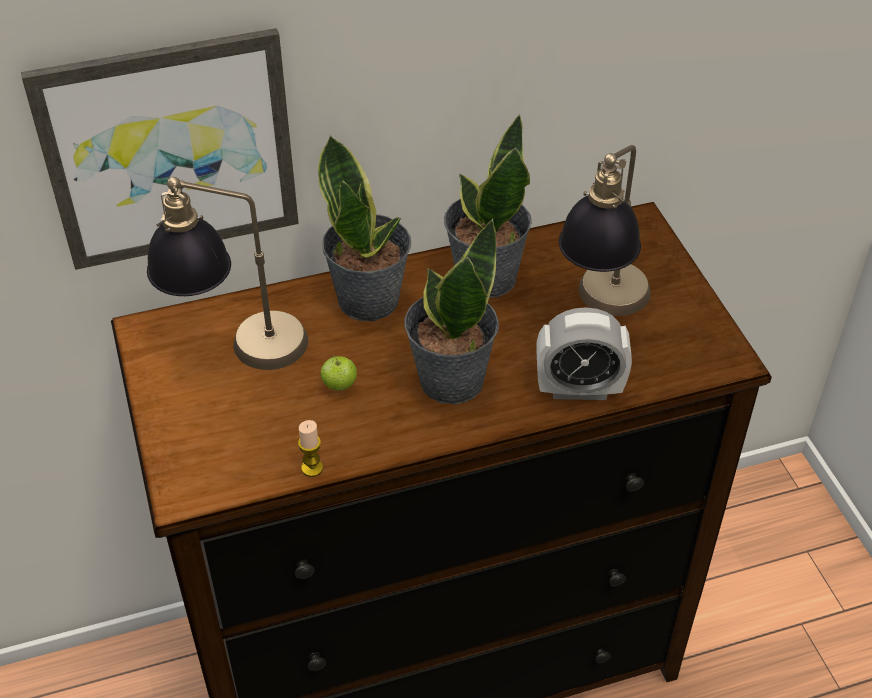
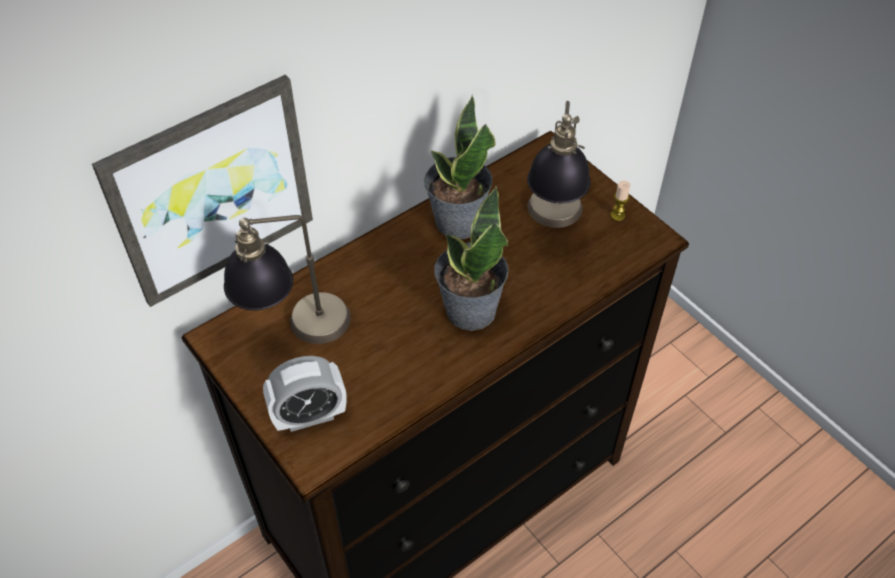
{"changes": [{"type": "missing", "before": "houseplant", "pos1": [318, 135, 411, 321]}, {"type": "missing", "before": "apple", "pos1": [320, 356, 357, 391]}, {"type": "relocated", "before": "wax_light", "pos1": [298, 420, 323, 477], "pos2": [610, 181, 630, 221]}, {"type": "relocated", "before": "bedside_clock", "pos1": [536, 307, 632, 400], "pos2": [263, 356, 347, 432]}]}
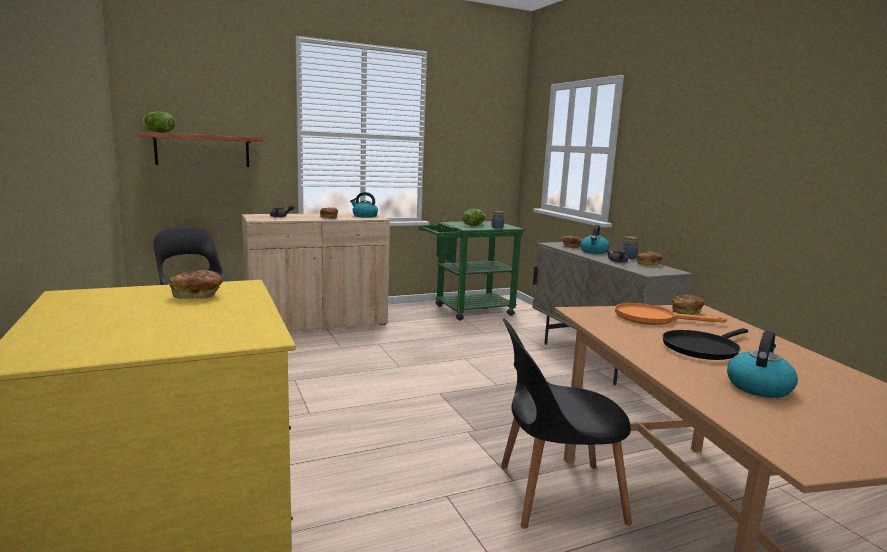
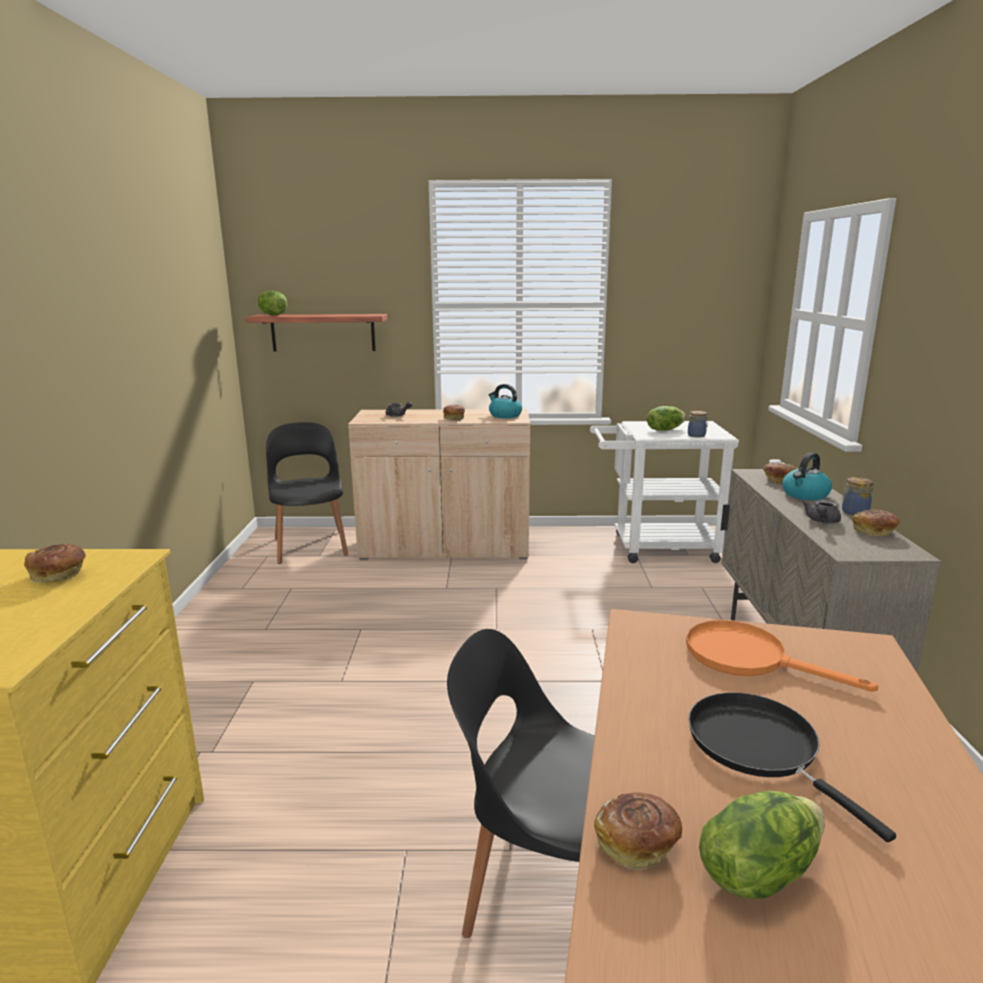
{"changes": [{"type": "relocated", "before": "bakery_bread", "pos1": [672, 295, 704, 315], "pos2": [594, 792, 682, 870]}, {"type": "exchanged", "before": "kettle", "after": "lettuce_head", "pos1": [727, 330, 798, 398], "pos2": [699, 791, 825, 898]}, {"type": "colour", "before": "green_trolley", "after": "whitish_trolley", "pos1": [419, 221, 524, 321], "pos2": [590, 421, 739, 563]}, {"type": "spun", "before": "black_pan", "pos1": [662, 328, 748, 360], "pos2": [688, 692, 896, 842], "turn": 75}]}
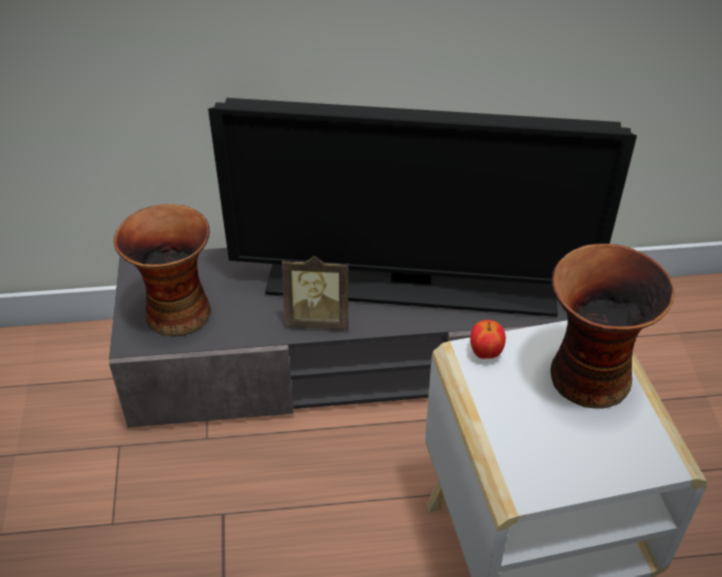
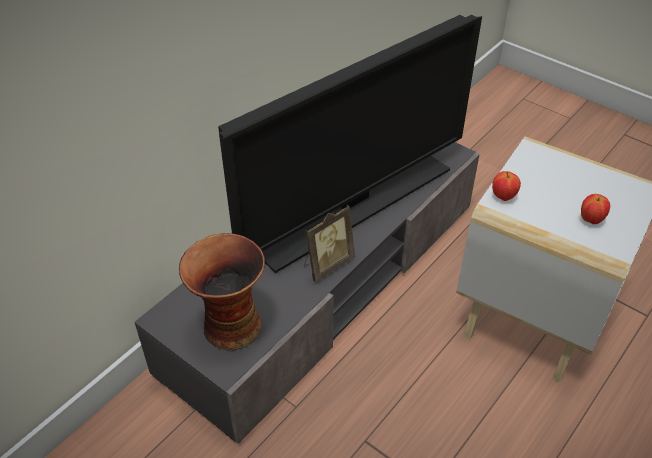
{"changes": [{"type": "missing", "before": "flower_vase", "pos1": [550, 243, 674, 409]}, {"type": "appeared", "after": "apple", "pos2": [581, 194, 610, 224]}]}
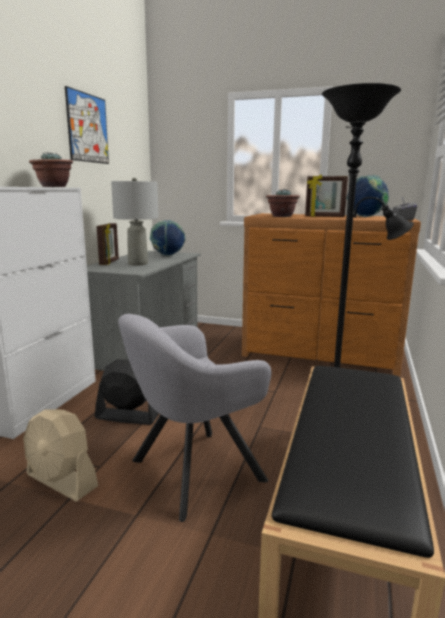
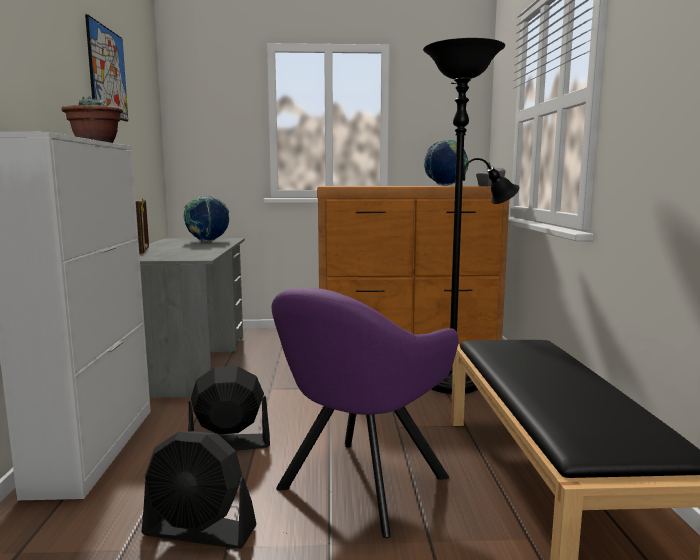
{"changes": [{"type": "missing", "before": "grey_table_lamp", "pos1": [111, 178, 158, 265]}, {"type": "missing", "before": "houseplant", "pos1": [266, 189, 300, 217]}, {"type": "missing", "before": "picture_frame", "pos1": [305, 175, 348, 217]}, {"type": "colour", "before": "beige-coloured_fan", "after": "black_fan", "pos1": [23, 409, 98, 502], "pos2": [141, 431, 257, 549]}, {"type": "colour", "before": "grey_lounge_chair", "after": "purple_lounge_chair", "pos1": [118, 314, 272, 522], "pos2": [272, 288, 458, 538]}]}
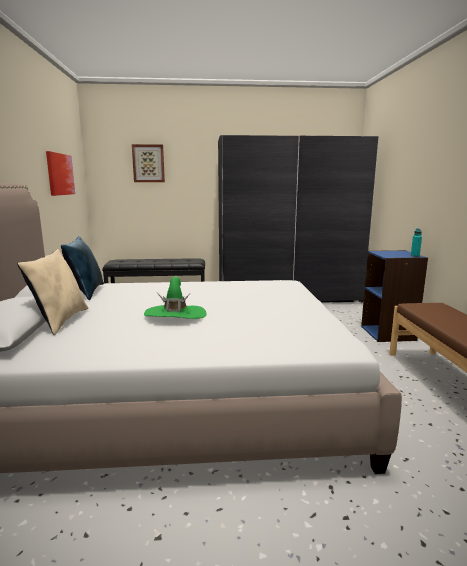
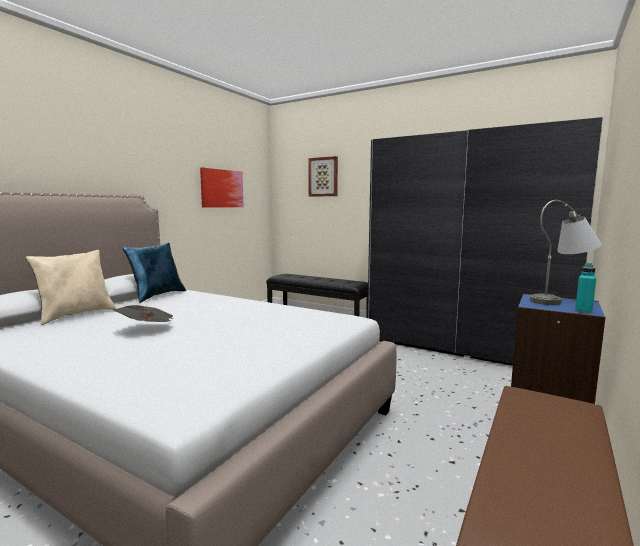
{"changes": [{"type": "appeared", "after": "grey_table_lamp", "pos2": [530, 200, 602, 305]}, {"type": "exchanged", "before": "green_clothing_hat", "after": "newspaper", "pos1": [144, 277, 206, 319], "pos2": [113, 305, 174, 322]}]}
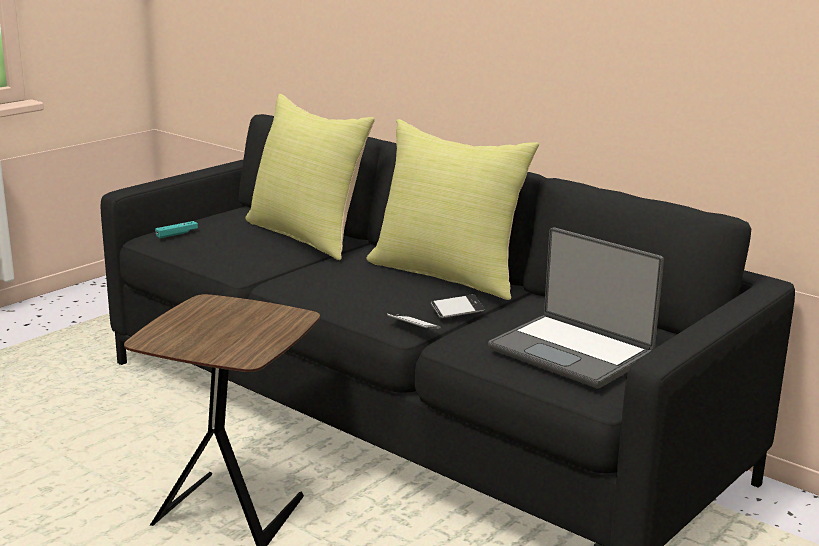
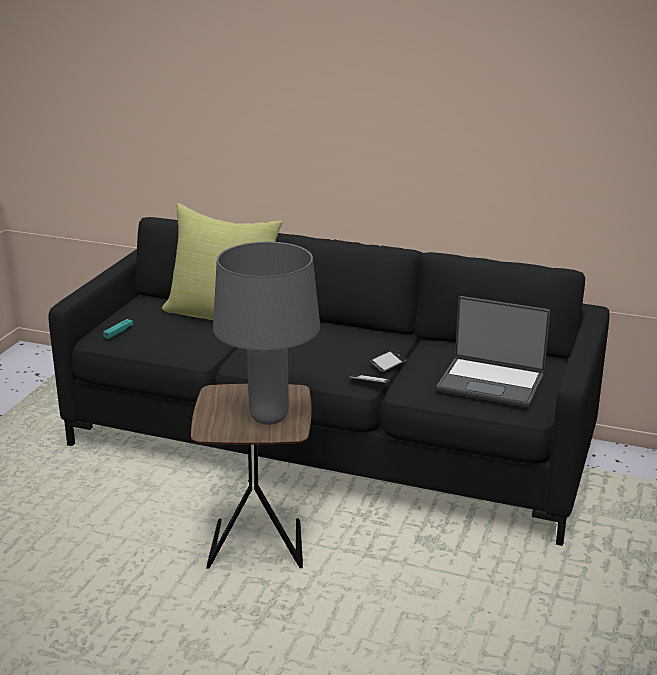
{"changes": [{"type": "missing", "before": "yellow_pillow", "pos1": [367, 119, 539, 300]}, {"type": "appeared", "after": "grey_table_lamp", "pos2": [213, 242, 320, 425]}]}
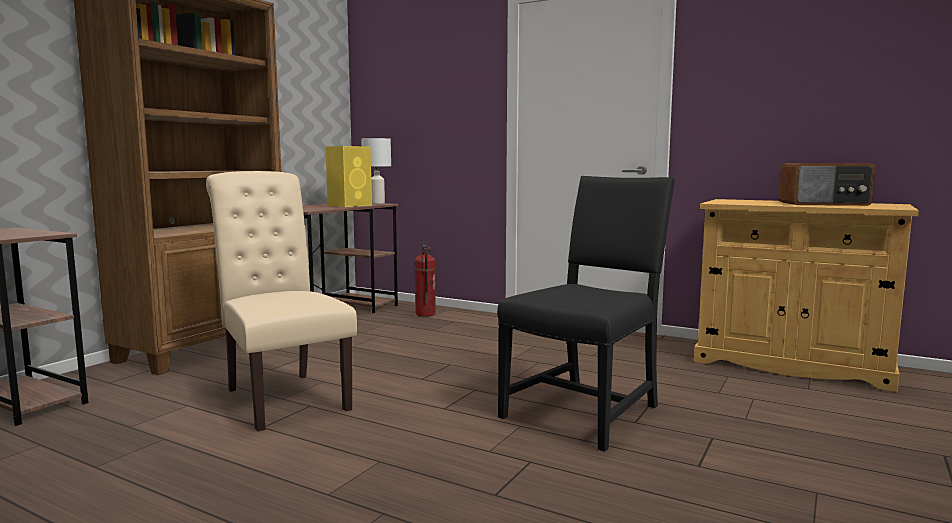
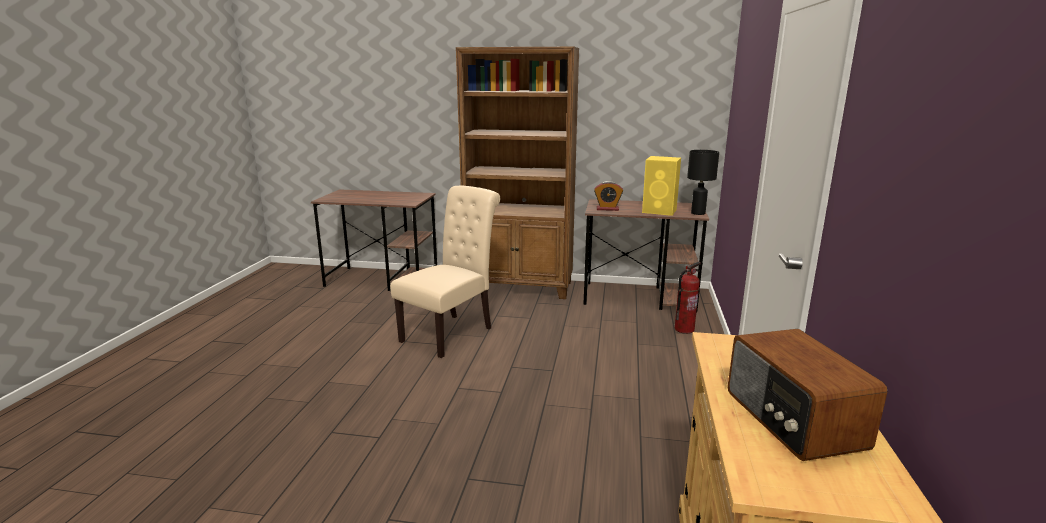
{"changes": [{"type": "missing", "before": "black_chair", "pos1": [497, 176, 675, 452]}, {"type": "appeared", "after": "bedside_clock", "pos2": [594, 181, 623, 211]}, {"type": "colour", "before": "whitish_table_lamp", "after": "black_table_lamp", "pos1": [361, 138, 391, 204], "pos2": [687, 150, 719, 215]}]}
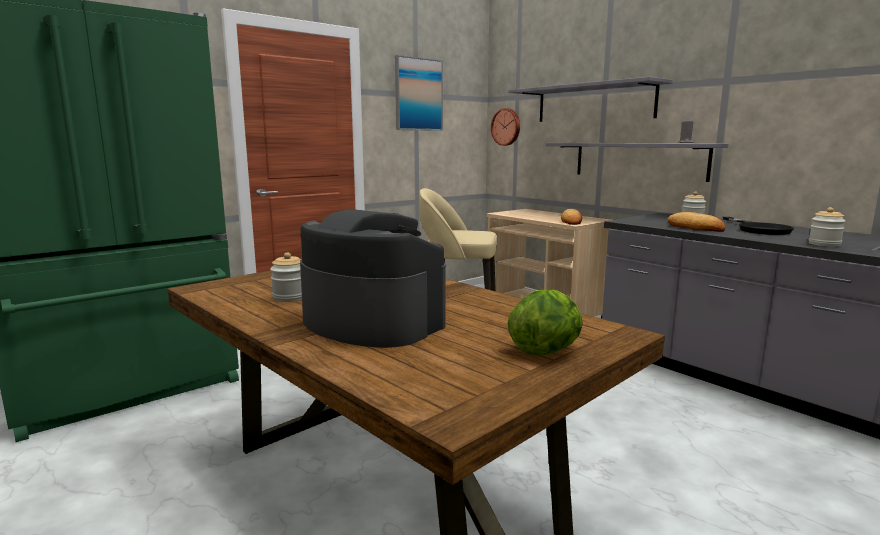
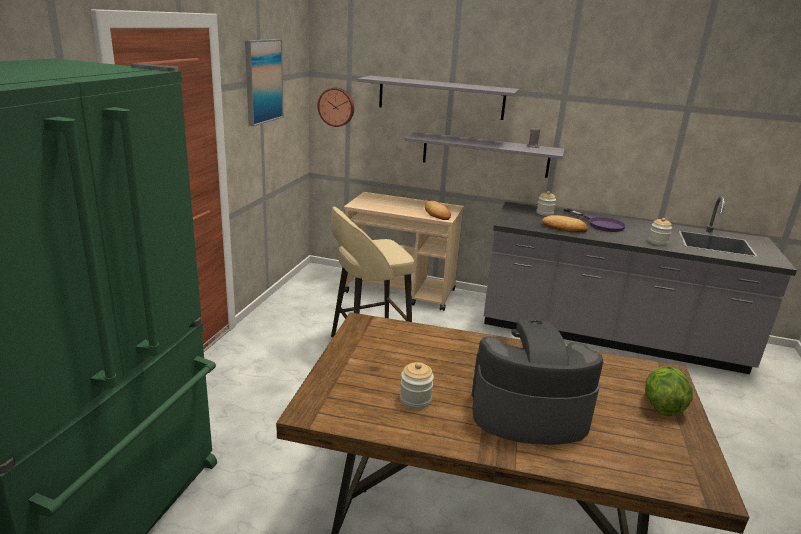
{"changes": [{"type": "colour", "before": "black_pan", "after": "purple_pan", "pos1": [723, 217, 794, 235], "pos2": [564, 208, 626, 232]}]}
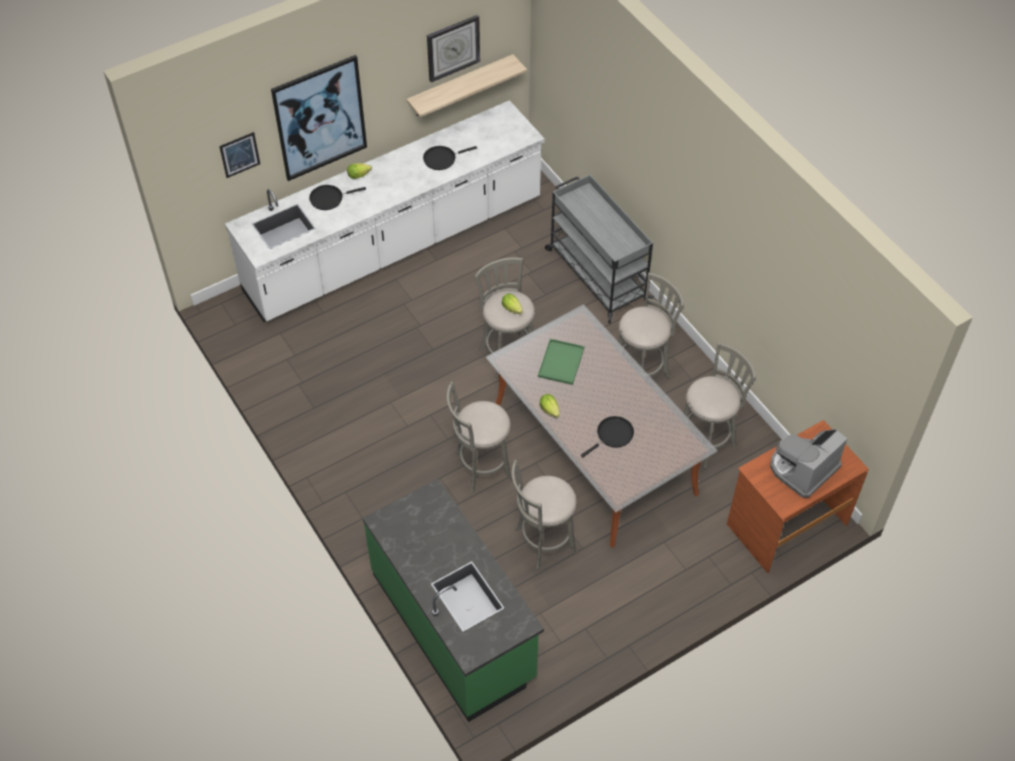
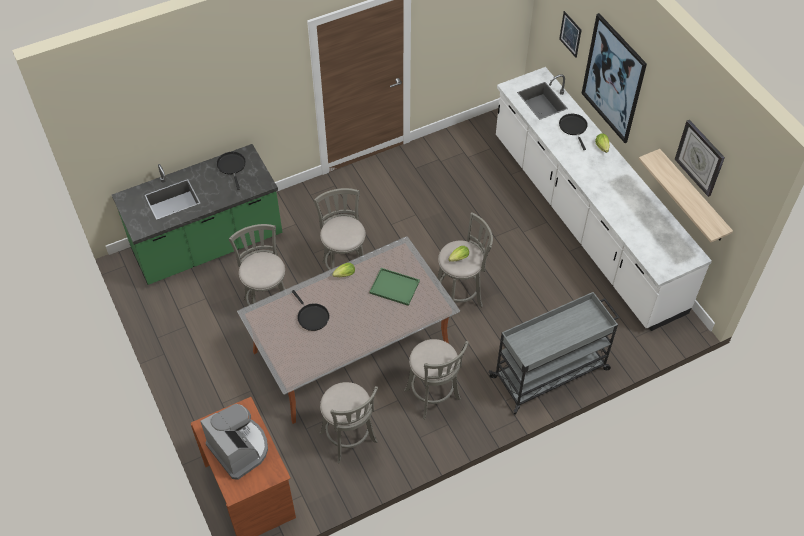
{"changes": [{"type": "relocated", "before": "black_pan", "pos1": [423, 146, 477, 170], "pos2": [216, 152, 246, 190]}]}
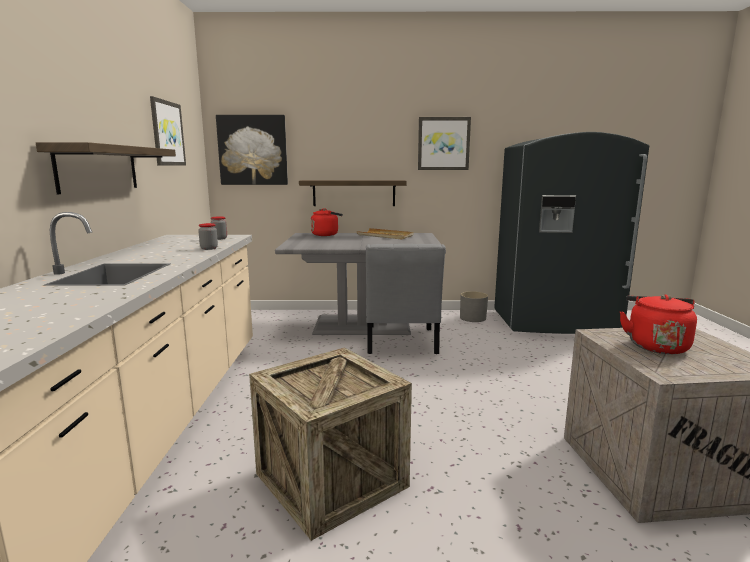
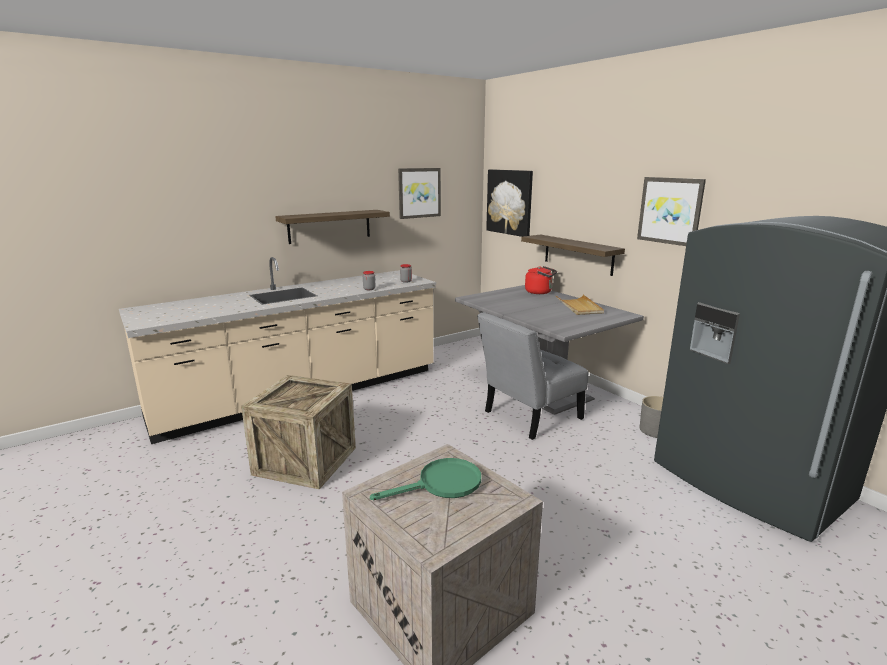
{"changes": [{"type": "exchanged", "before": "reddish_kettle", "after": "green_pan", "pos1": [620, 294, 697, 354], "pos2": [370, 458, 481, 500]}]}
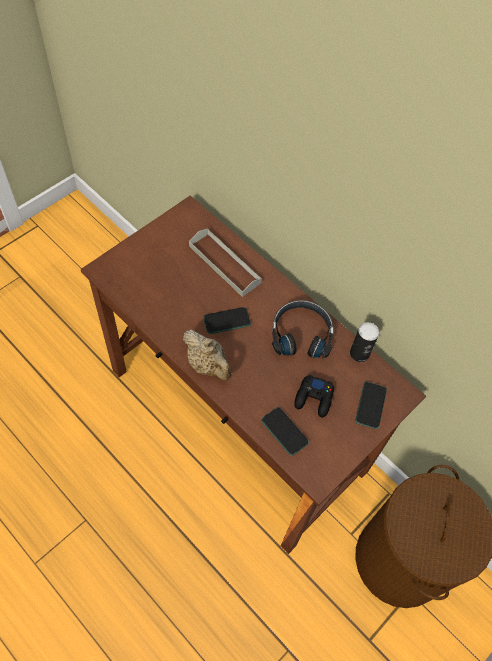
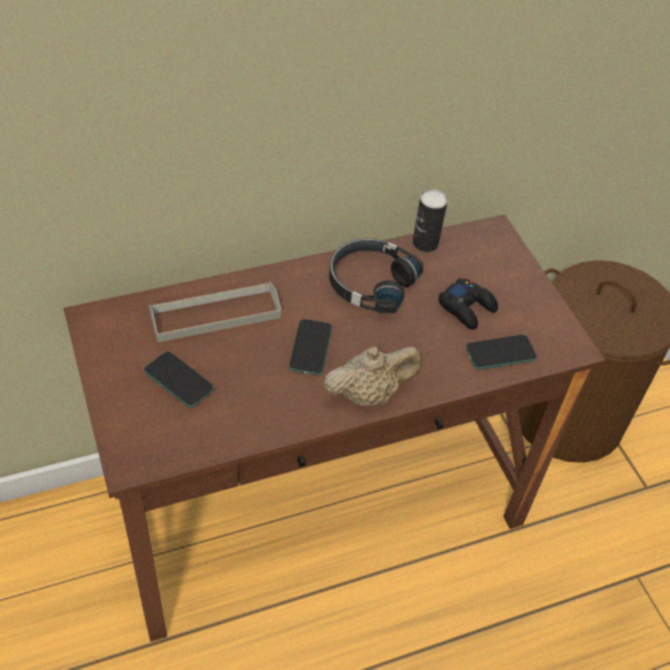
{"changes": [{"type": "relocated", "before": "handset", "pos1": [355, 382, 387, 429], "pos2": [144, 351, 215, 408]}]}
